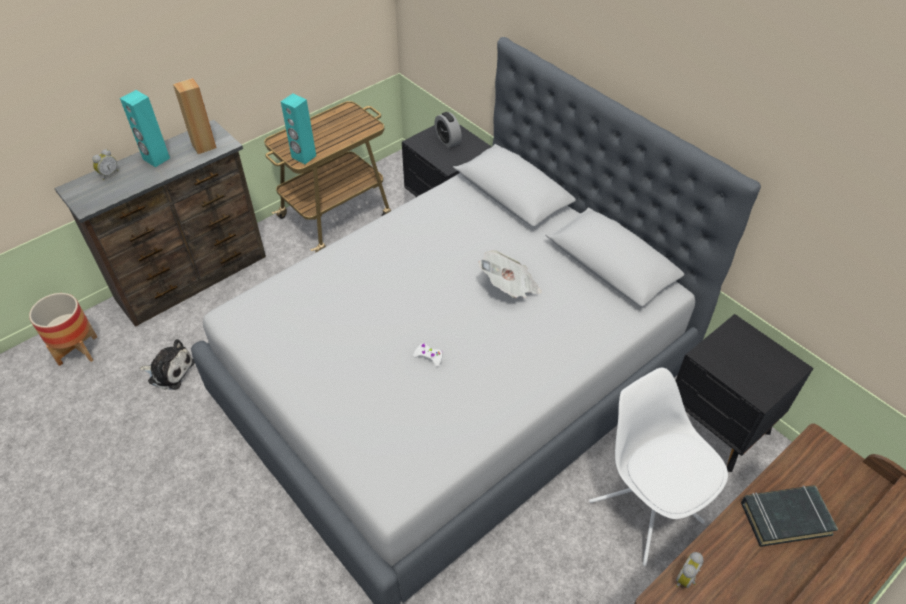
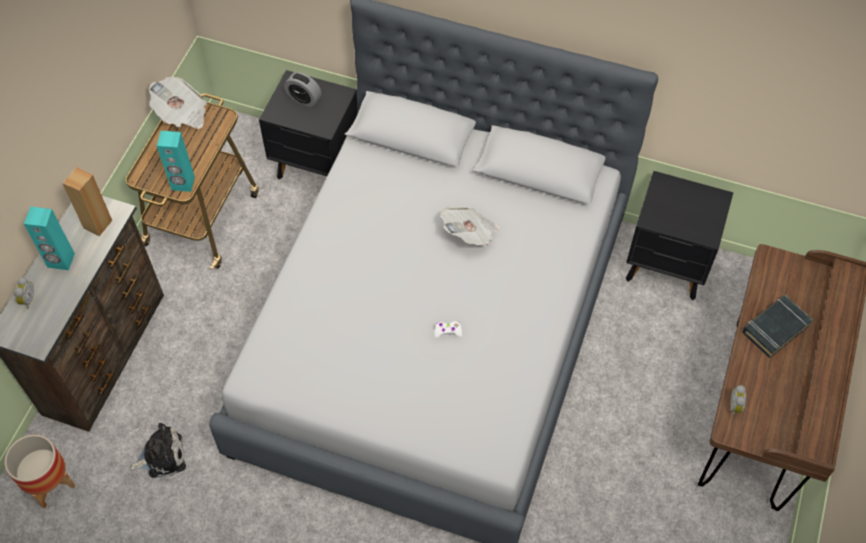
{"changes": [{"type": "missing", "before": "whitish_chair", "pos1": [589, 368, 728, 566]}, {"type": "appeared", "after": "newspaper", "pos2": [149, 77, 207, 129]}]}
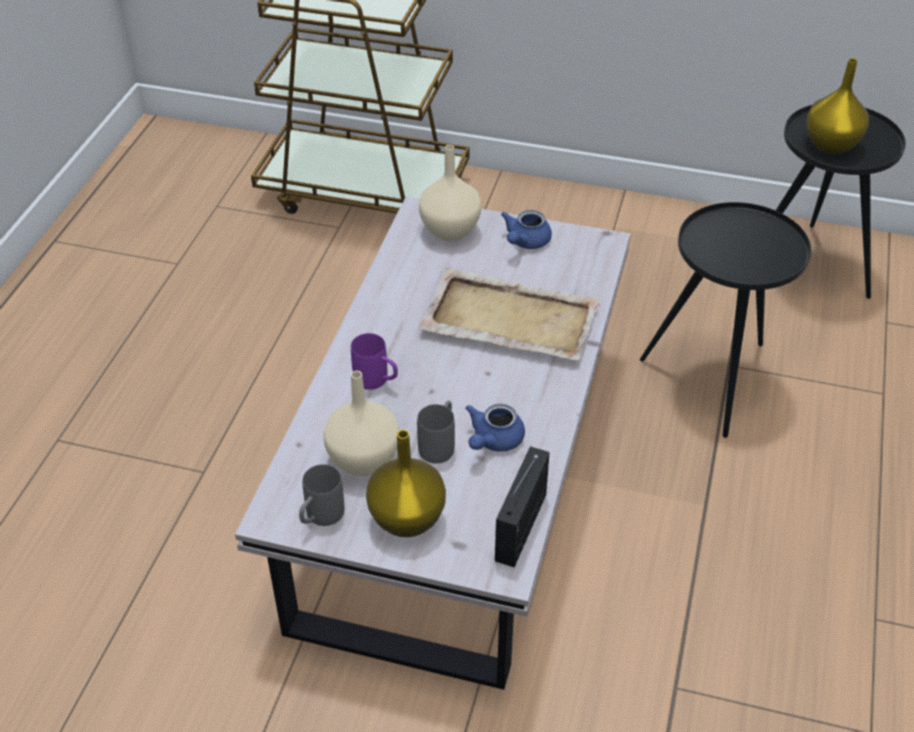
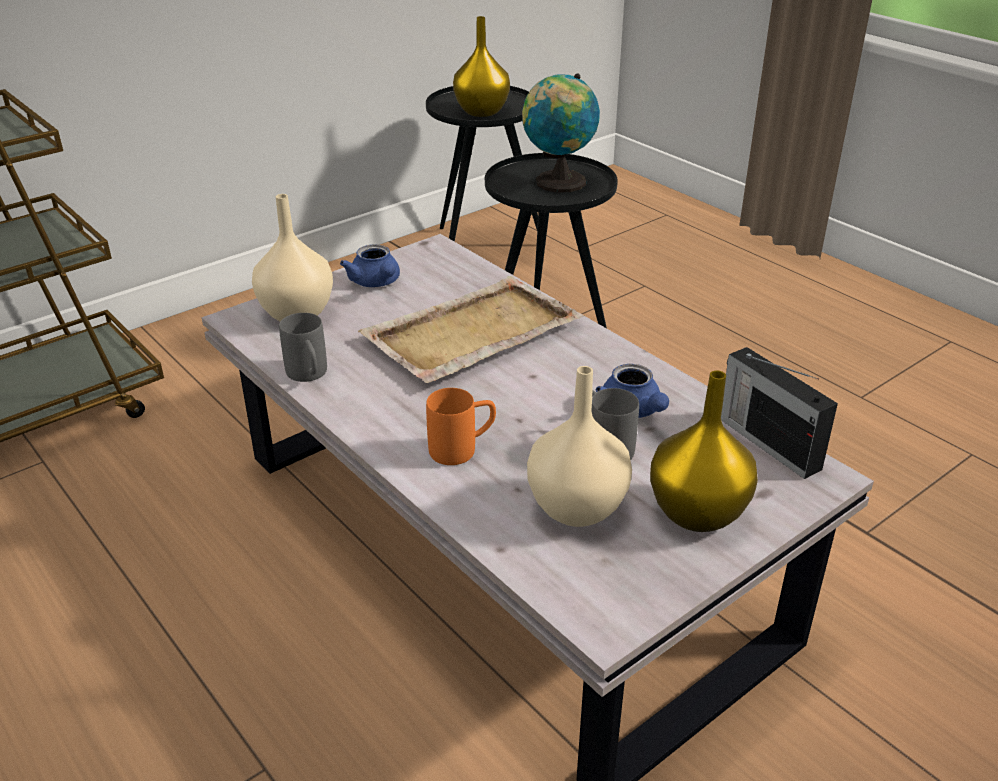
{"changes": [{"type": "appeared", "after": "desk_globe", "pos2": [522, 73, 600, 193]}, {"type": "relocated", "before": "grey_tea_mug", "pos1": [299, 464, 345, 526], "pos2": [279, 313, 327, 382]}, {"type": "colour", "before": "purple_tea_mug", "after": "orangey_tea_mug", "pos1": [351, 333, 398, 390], "pos2": [426, 388, 496, 465]}]}
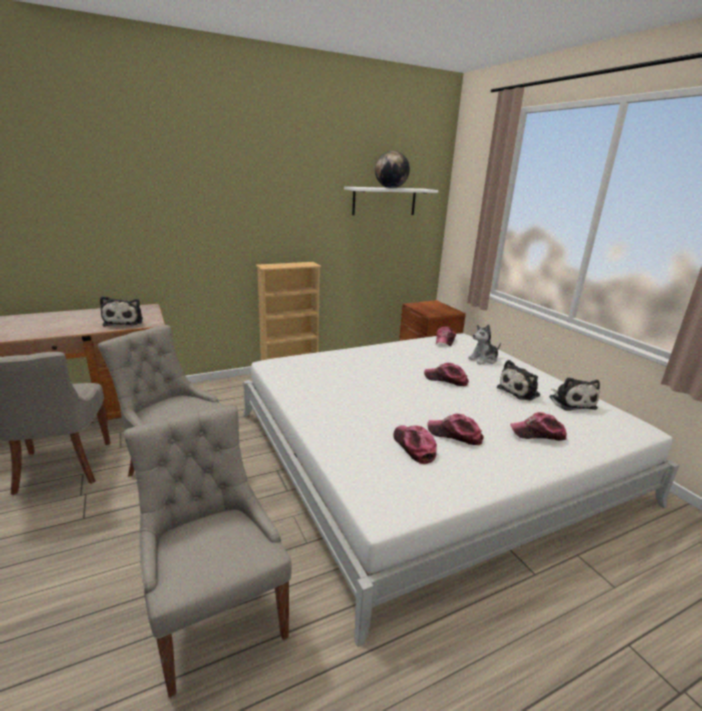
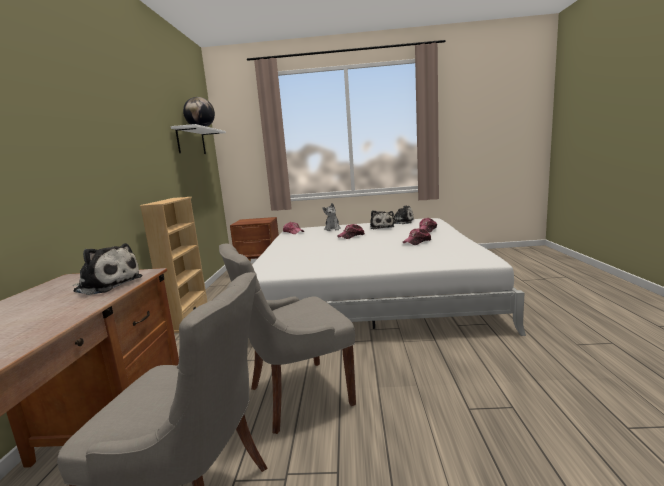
{"changes": [{"type": "missing", "before": "grey_chair", "pos1": [123, 405, 292, 698]}, {"type": "missing", "before": "peaked_cap", "pos1": [394, 425, 437, 464]}]}
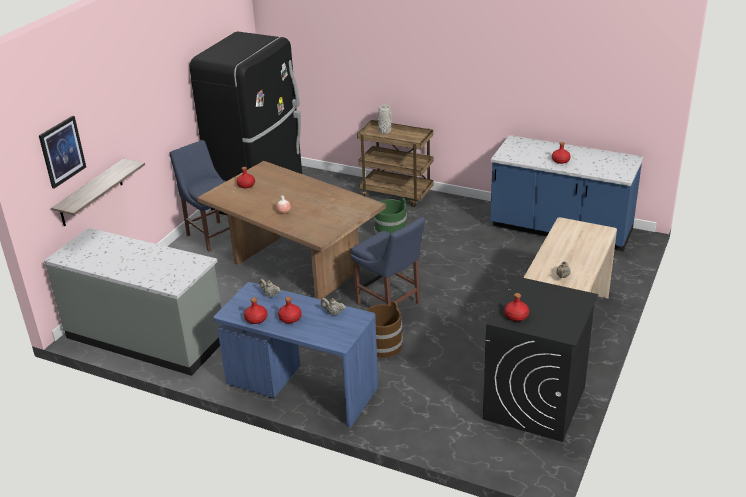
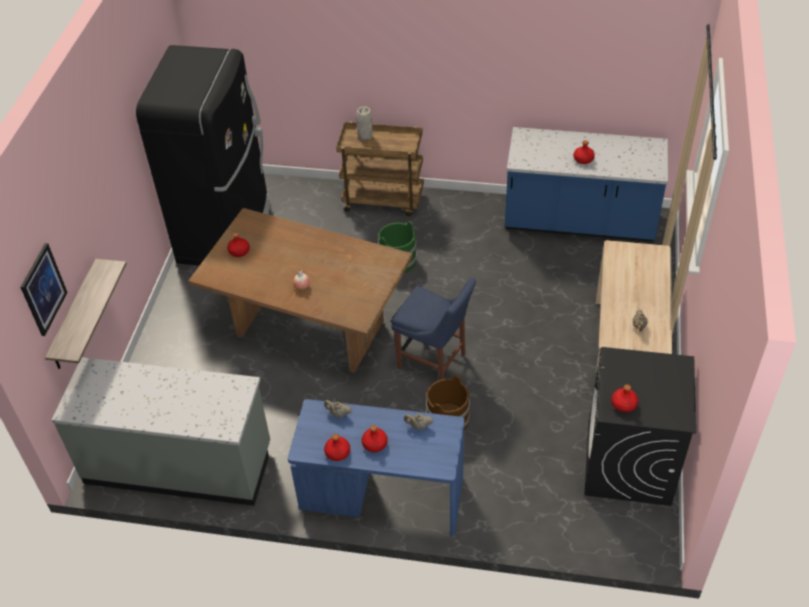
{"changes": [{"type": "missing", "before": "bluish_chair", "pos1": [170, 140, 230, 251]}]}
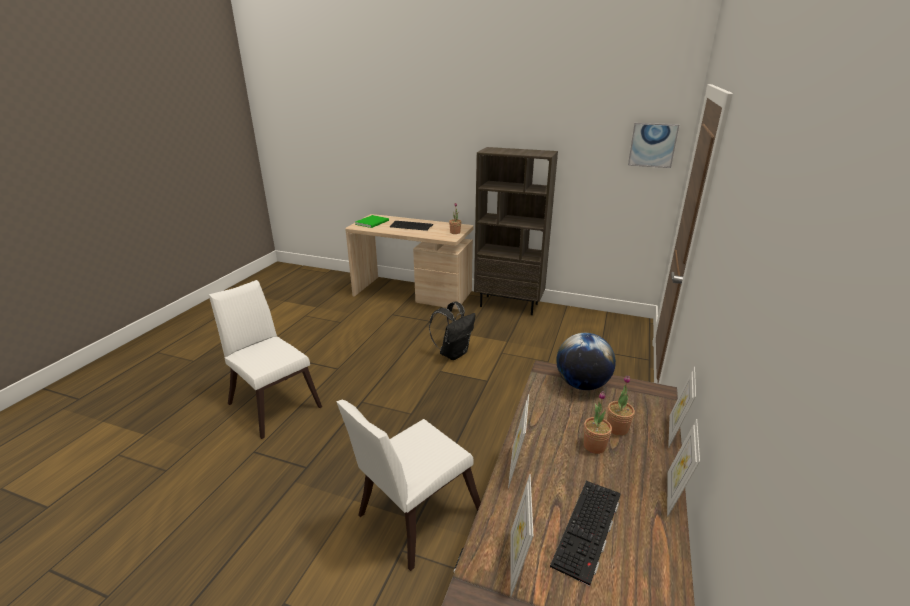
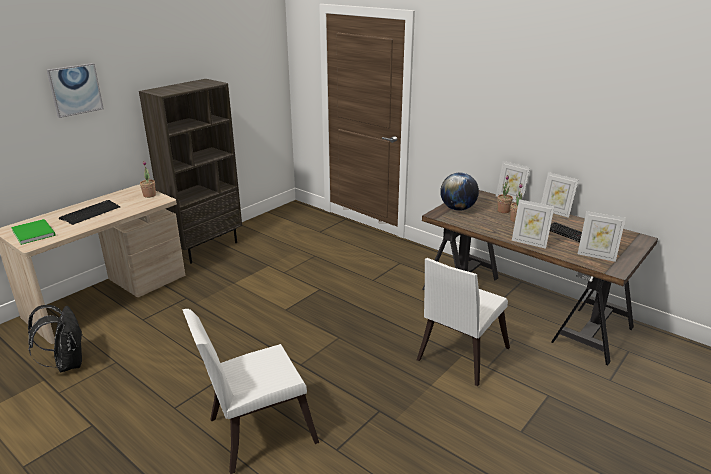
{"changes": [{"type": "relocated", "before": "black_knapsack", "pos1": [429, 301, 476, 360], "pos2": [28, 305, 83, 373]}, {"type": "relocated", "before": "wall_picture", "pos1": [628, 123, 679, 168], "pos2": [47, 63, 104, 118]}, {"type": "spun", "before": "whitish_chair", "pos1": [337, 400, 481, 571], "pos2": [417, 258, 510, 386], "turn": 60}]}
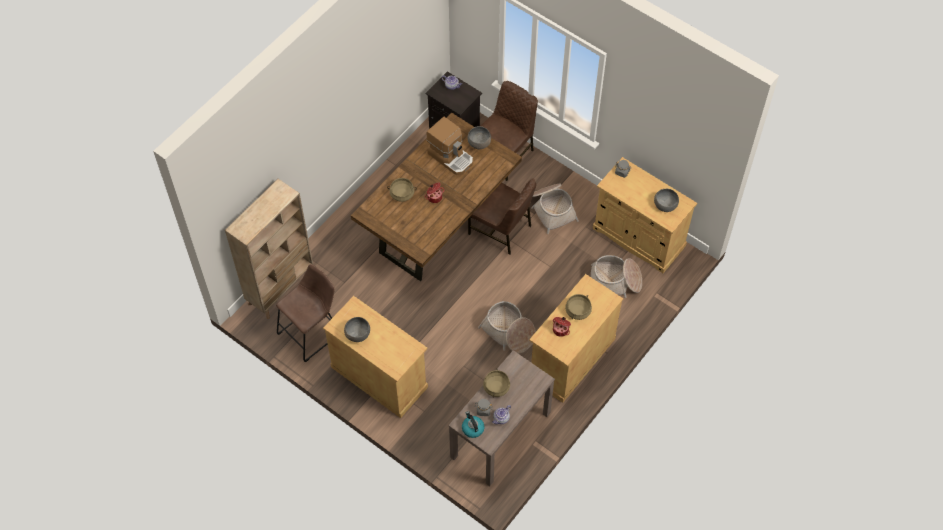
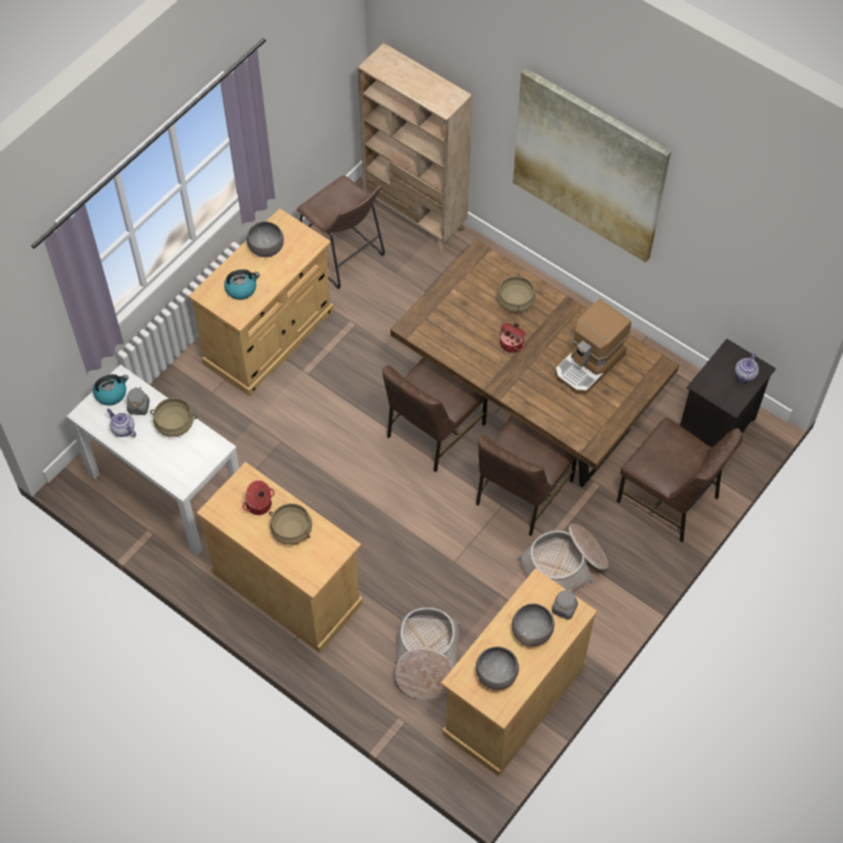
{"changes": [{"type": "missing", "before": "household_basket", "pos1": [478, 301, 536, 353]}, {"type": "appeared", "after": "kettle", "pos2": [224, 269, 260, 300]}, {"type": "appeared", "after": "brown-coloured_chair", "pos2": [383, 357, 488, 472]}, {"type": "appeared", "after": "wall_picture", "pos2": [513, 68, 671, 263]}, {"type": "relocated", "before": "grey_serving_bowl", "pos1": [467, 126, 491, 149], "pos2": [512, 604, 554, 646]}, {"type": "colour", "before": "brown-coloured_narrow_table", "after": "whitish_narrow_table", "pos1": [449, 350, 555, 486], "pos2": [67, 364, 239, 555]}]}
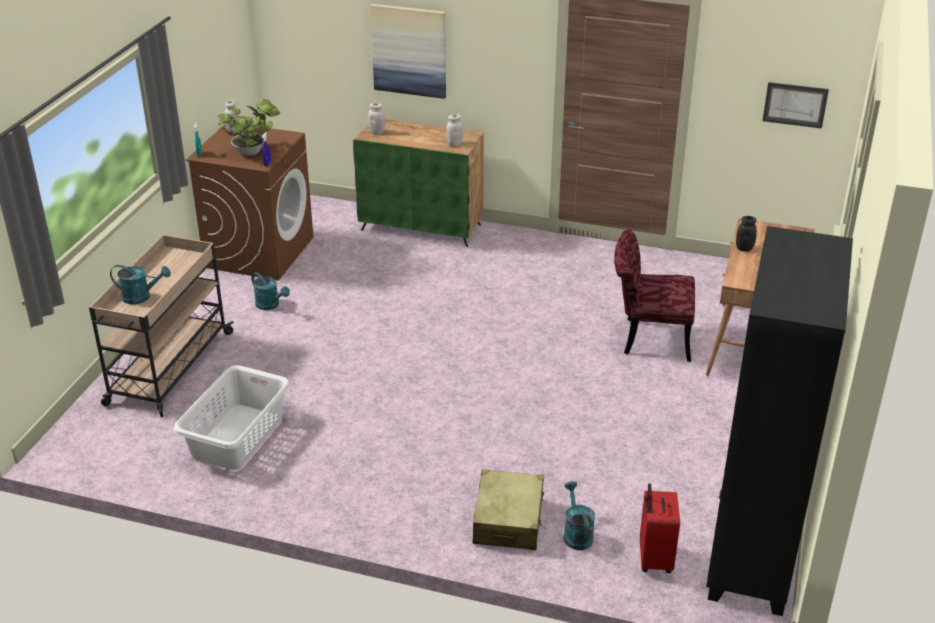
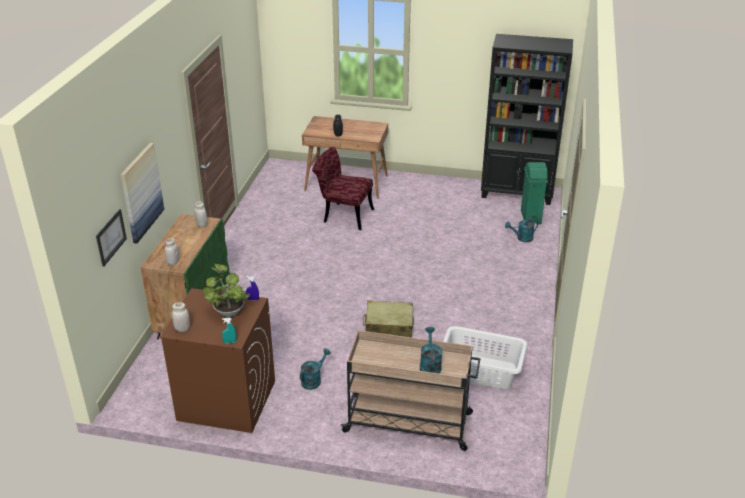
{"changes": [{"type": "relocated", "before": "beige-coloured_travel_case", "pos1": [472, 469, 544, 550], "pos2": [363, 300, 414, 338]}, {"type": "relocated", "before": "wall_picture", "pos1": [763, 82, 829, 129], "pos2": [96, 209, 127, 267]}, {"type": "exchanged", "before": "reddish_travel_case", "after": "green_waste_bin", "pos1": [640, 483, 680, 573], "pos2": [521, 162, 548, 224]}, {"type": "spun", "before": "reddish_chair", "pos1": [614, 230, 695, 362], "pos2": [312, 147, 374, 230], "turn": 105}]}
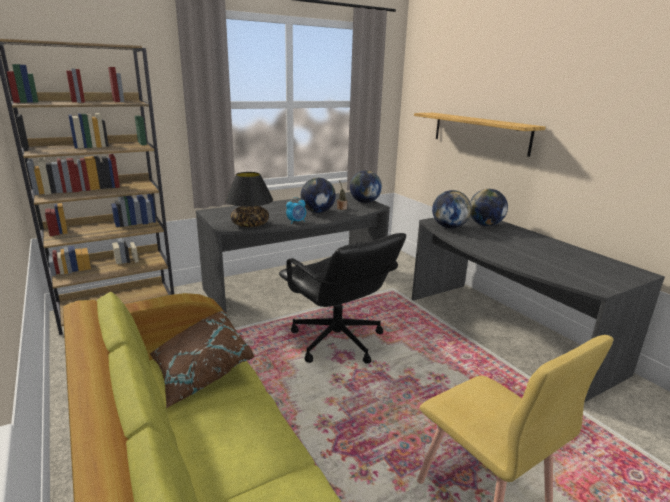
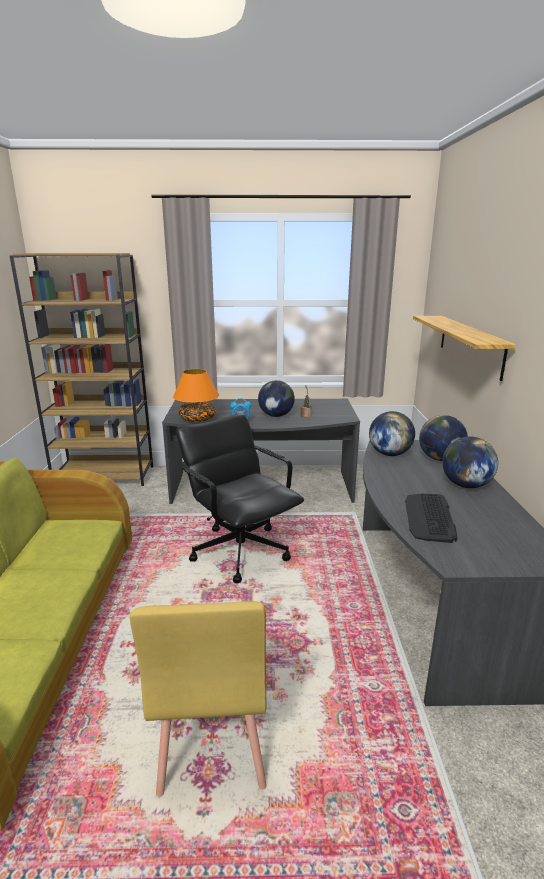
{"changes": [{"type": "missing", "before": "brown-coloured_pillow", "pos1": [150, 311, 255, 408]}, {"type": "appeared", "after": "computer_keyboard", "pos2": [405, 494, 458, 543]}, {"type": "relocated", "before": "desk_globe", "pos1": [350, 170, 382, 203], "pos2": [442, 437, 498, 488]}, {"type": "colour", "before": "black_table_lamp", "after": "orangey_table_lamp", "pos1": [225, 172, 273, 227], "pos2": [173, 369, 219, 422]}, {"type": "spun", "before": "black_desk_chair", "pos1": [279, 233, 406, 364], "pos2": [176, 413, 304, 583], "turn": 150}]}
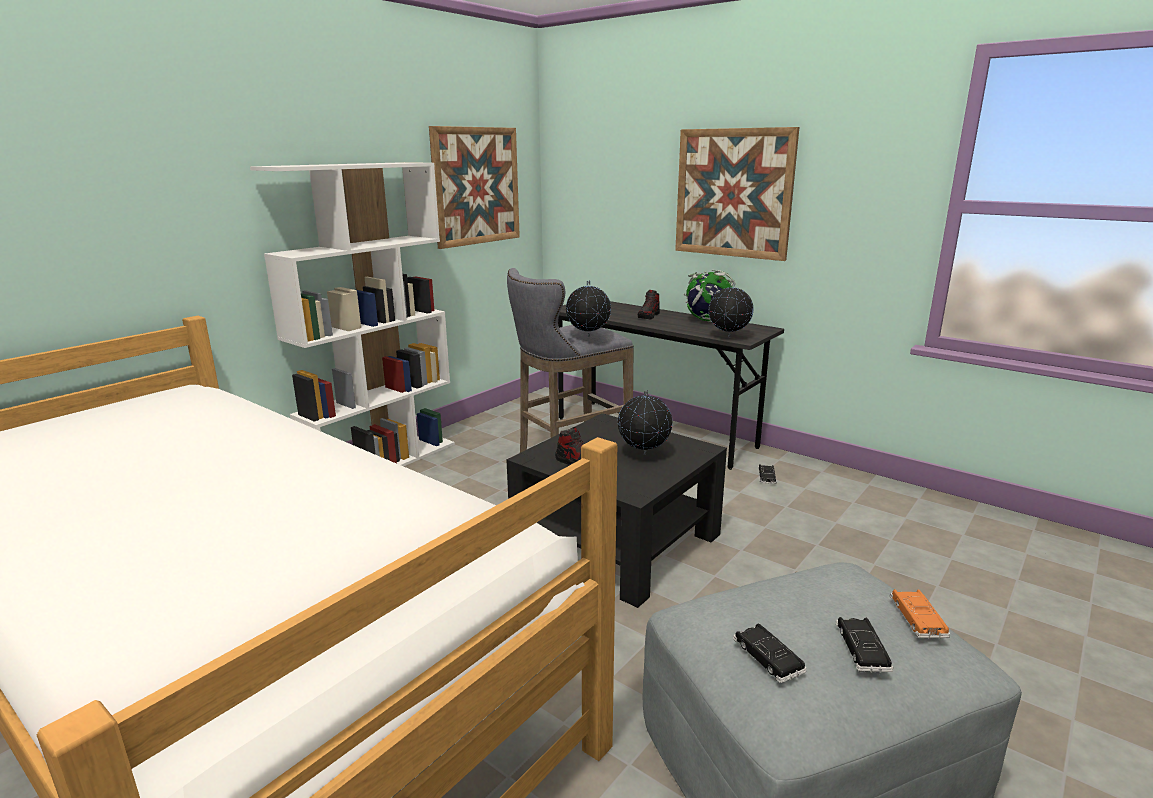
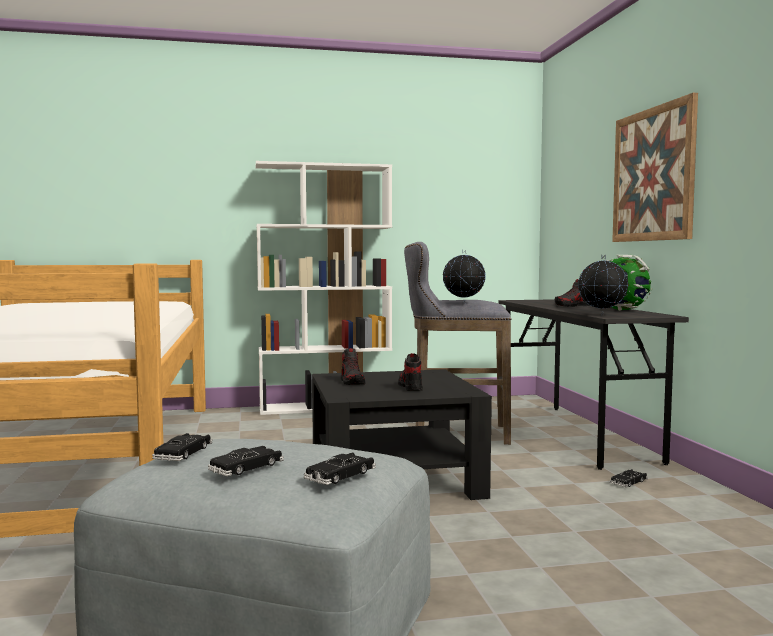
{"changes": [{"type": "missing", "before": "wall_picture", "pos1": [429, 126, 520, 249]}, {"type": "exchanged", "before": "desk_globe", "after": "item_of_footwear", "pos1": [618, 390, 673, 455], "pos2": [398, 353, 423, 391]}, {"type": "colour", "before": "orangey_model_car", "after": "black_model_car", "pos1": [890, 589, 950, 639], "pos2": [304, 453, 376, 485]}]}
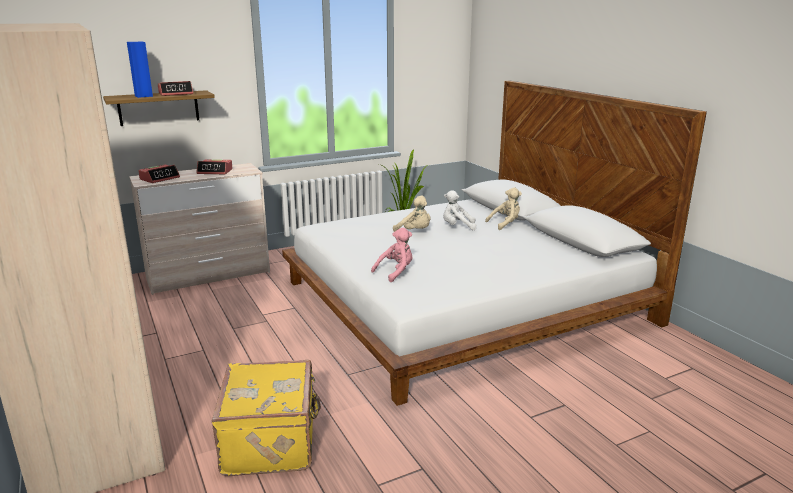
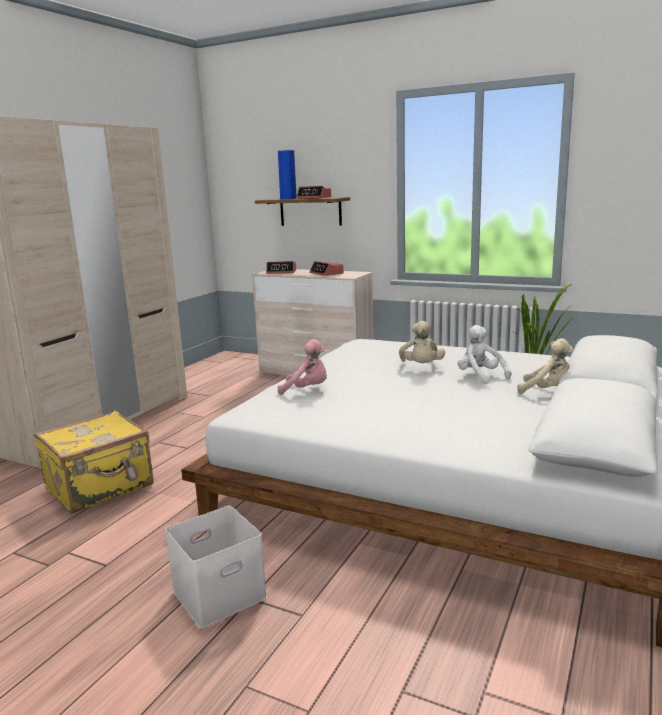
{"changes": [{"type": "appeared", "after": "whitish_storage_bin", "pos2": [165, 506, 267, 628]}]}
